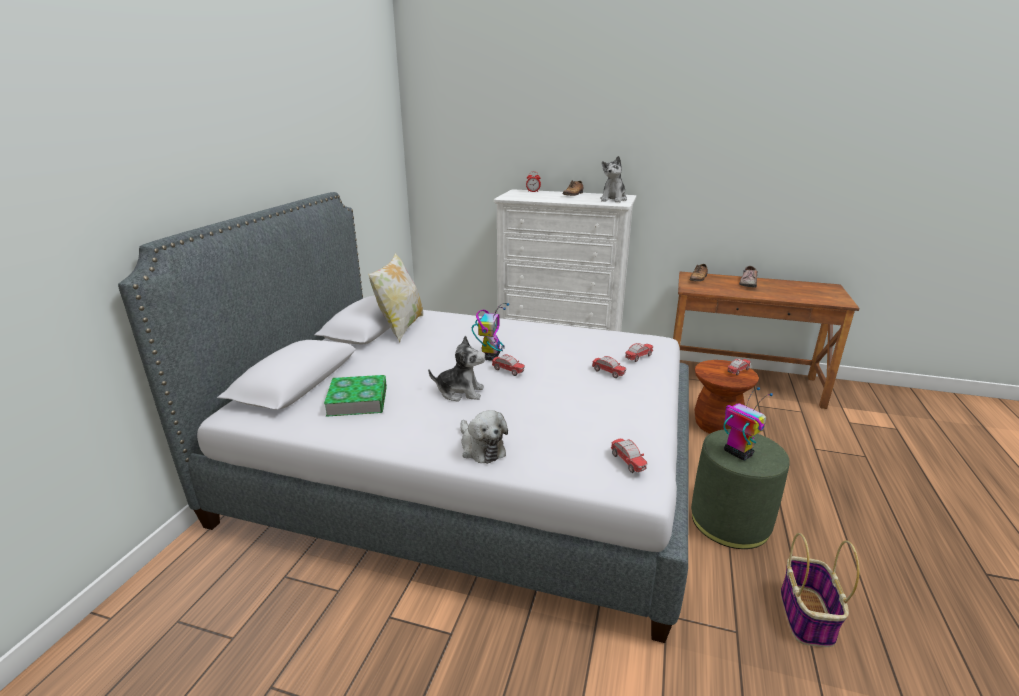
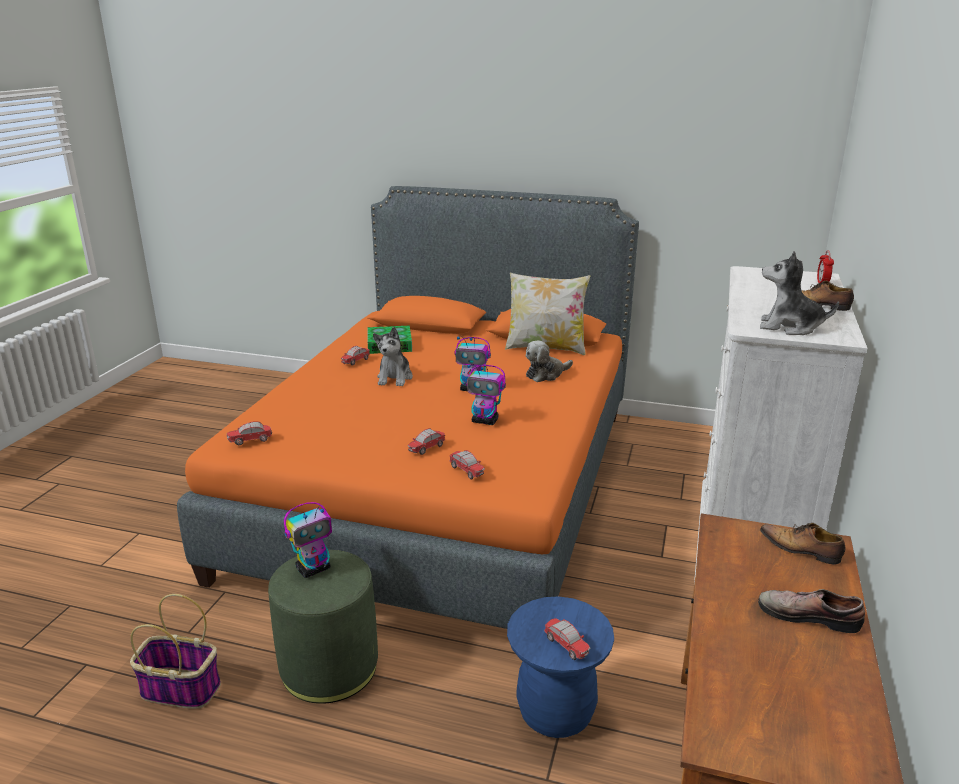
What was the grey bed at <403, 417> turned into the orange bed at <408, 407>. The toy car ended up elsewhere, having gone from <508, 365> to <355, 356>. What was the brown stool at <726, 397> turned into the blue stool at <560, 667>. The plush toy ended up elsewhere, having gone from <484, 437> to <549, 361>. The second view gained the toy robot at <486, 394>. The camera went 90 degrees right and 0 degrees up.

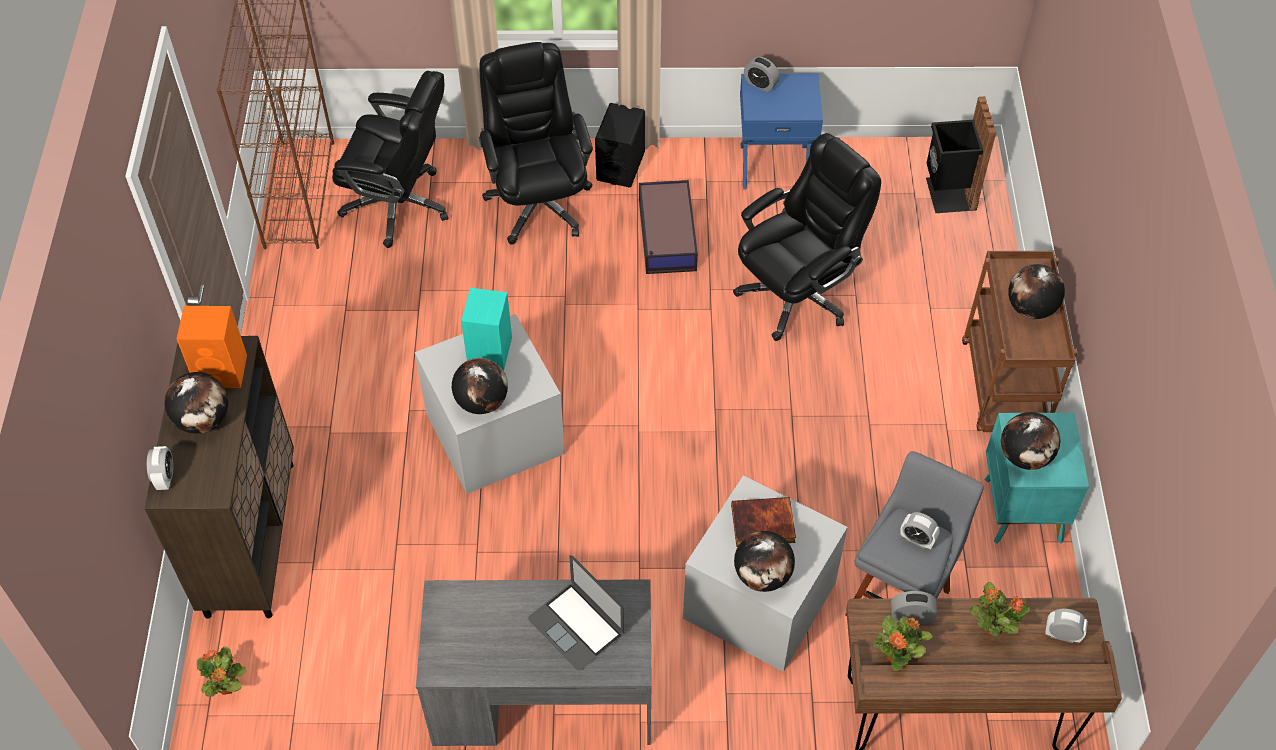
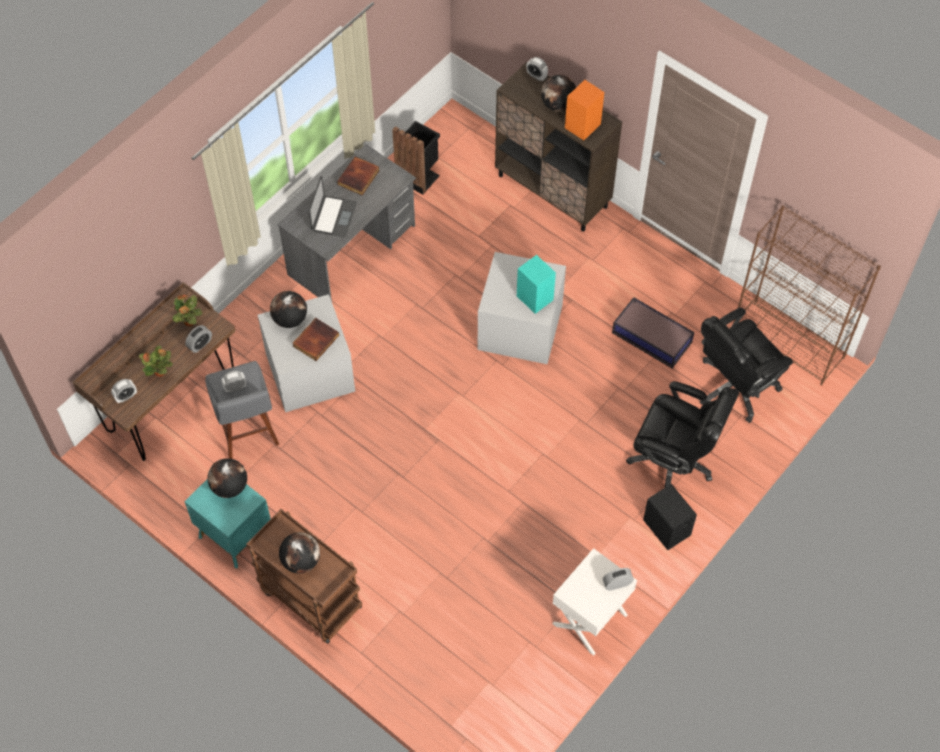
What was the blue nightstand at <781, 132> turned into the white nightstand at <594, 602>. The black trash can ended up elsewhere, having gone from <961, 155> to <416, 158>. The second view lost the black office chair at <807, 237>. The storage box ended up elsewhere, having gone from <668, 227> to <653, 332>. The second view lost the globe at <480, 386>. The laptop at <576, 613> ended up facing another way, 105 degrees clockwise from before. The second view lost the potted plant at <222, 671>. The second view gained the book at <358, 176>. The camera went 130 degrees right and 5 degrees up.

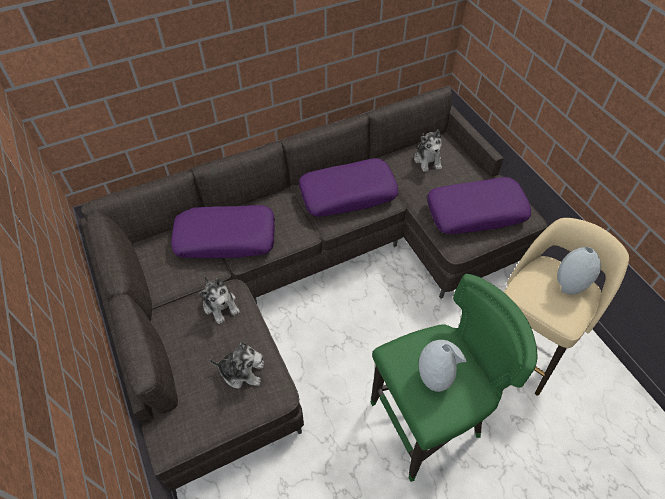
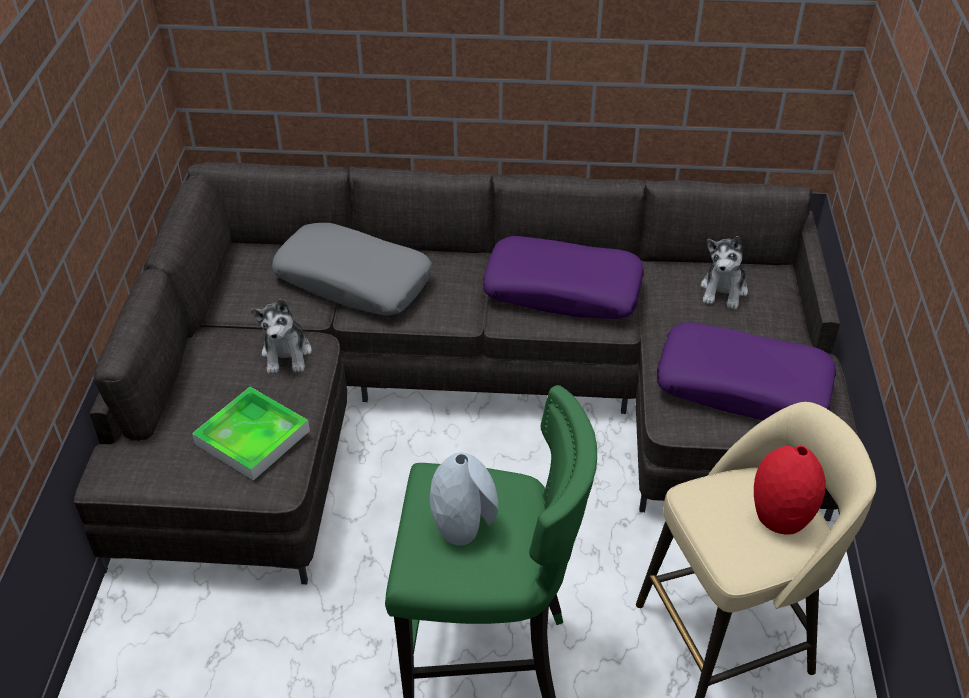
What was the purple pillow at <223, 231> turned into the grey pillow at <352, 269>. What was the grey vase at <579, 271> turned into the red vase at <790, 490>. Where the plush toy stood at <236, 365>, the tray came to stand at <251, 434>. The camera went 30 degrees right and 10 degrees down.

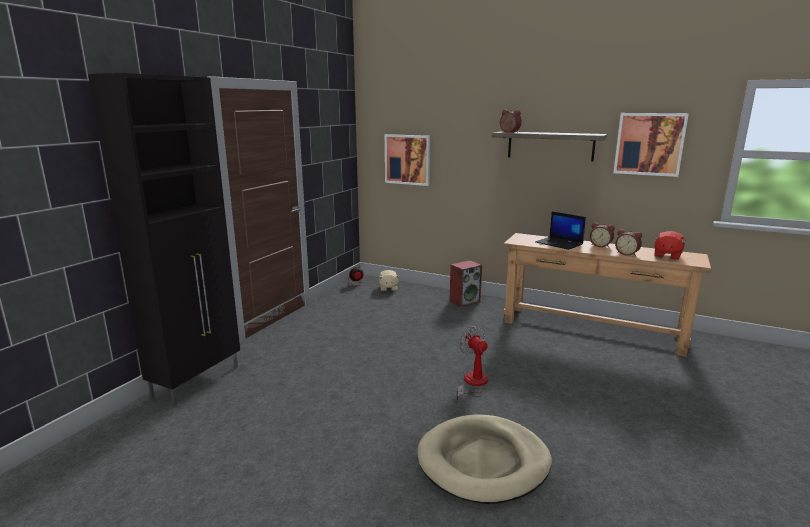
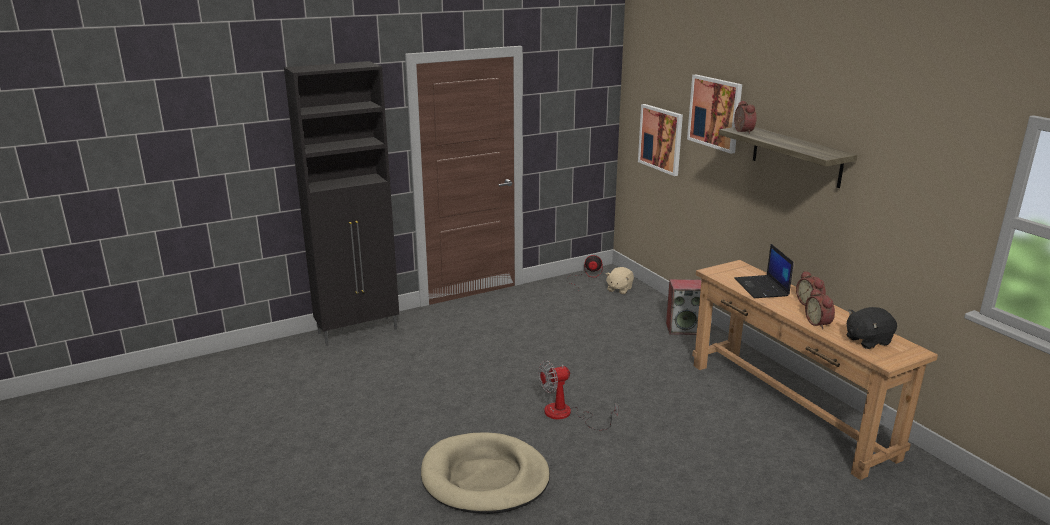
The picture ended up elsewhere, having gone from <651, 145> to <714, 114>. What was the red plush toy at <670, 245> turned into the black plush toy at <871, 328>. The fan at <471, 365> ended up facing another way, 120 degrees counterclockwise from before. The camera went 35 degrees right and 5 degrees up.

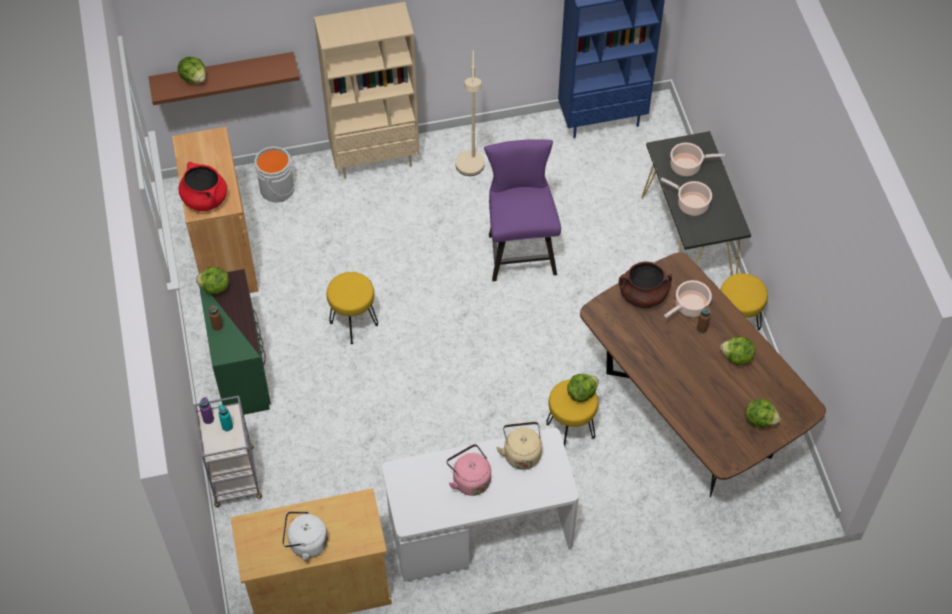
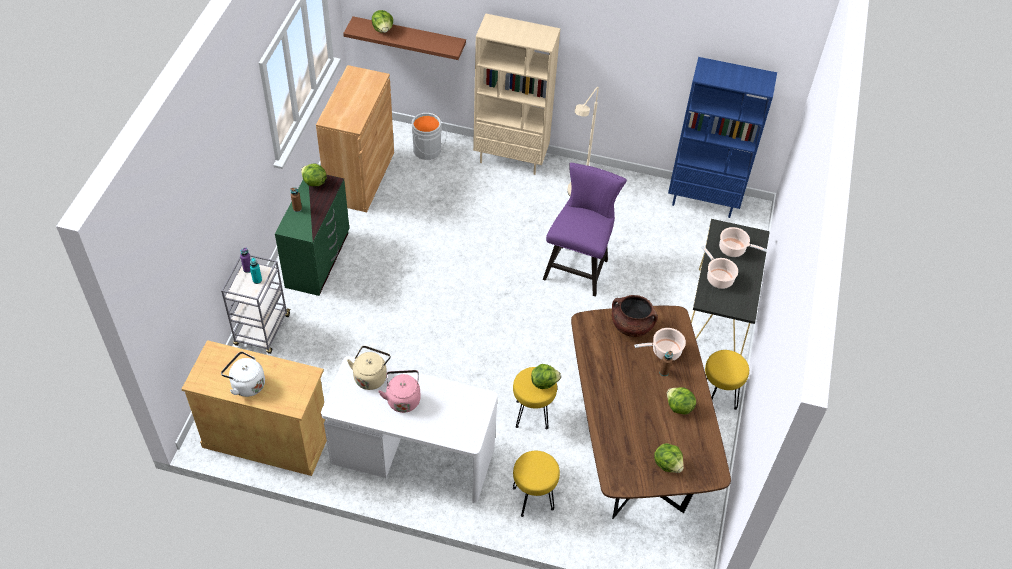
The second view lost the red cooking pot at <202, 186>. The yellow stool ended up elsewhere, having gone from <352, 308> to <536, 484>. The beige kettle ended up elsewhere, having gone from <519, 446> to <369, 368>. The camera went 25 degrees right and 5 degrees down.

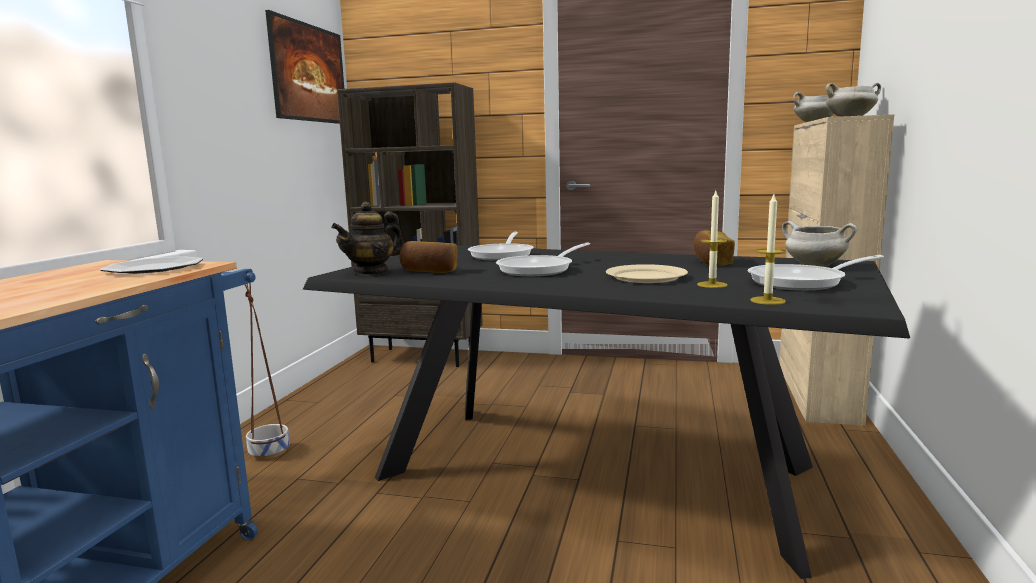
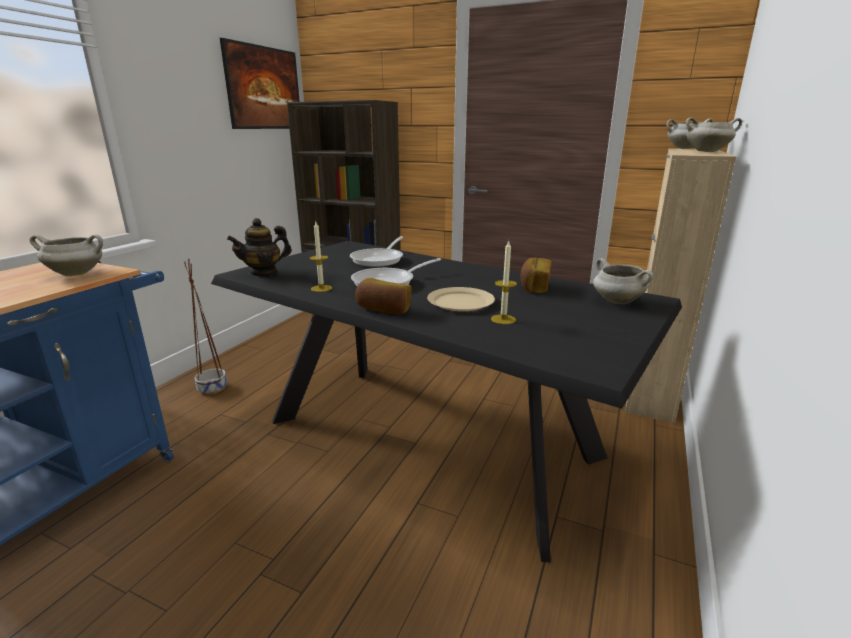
The candle ended up elsewhere, having gone from <768, 249> to <321, 257>. The bread ended up elsewhere, having gone from <428, 257> to <383, 296>. The second view lost the frying pan at <816, 272>. Where the plate stood at <151, 265>, the white cooking pot came to stand at <66, 255>. The camera went 10 degrees right and 10 degrees up.

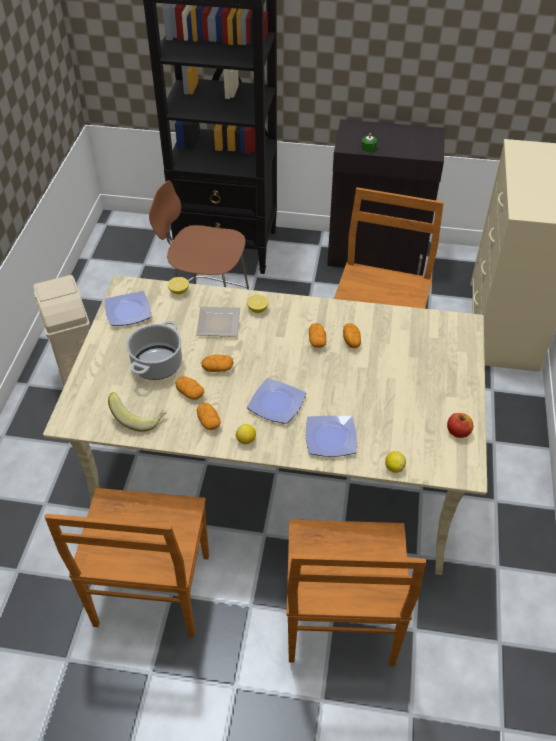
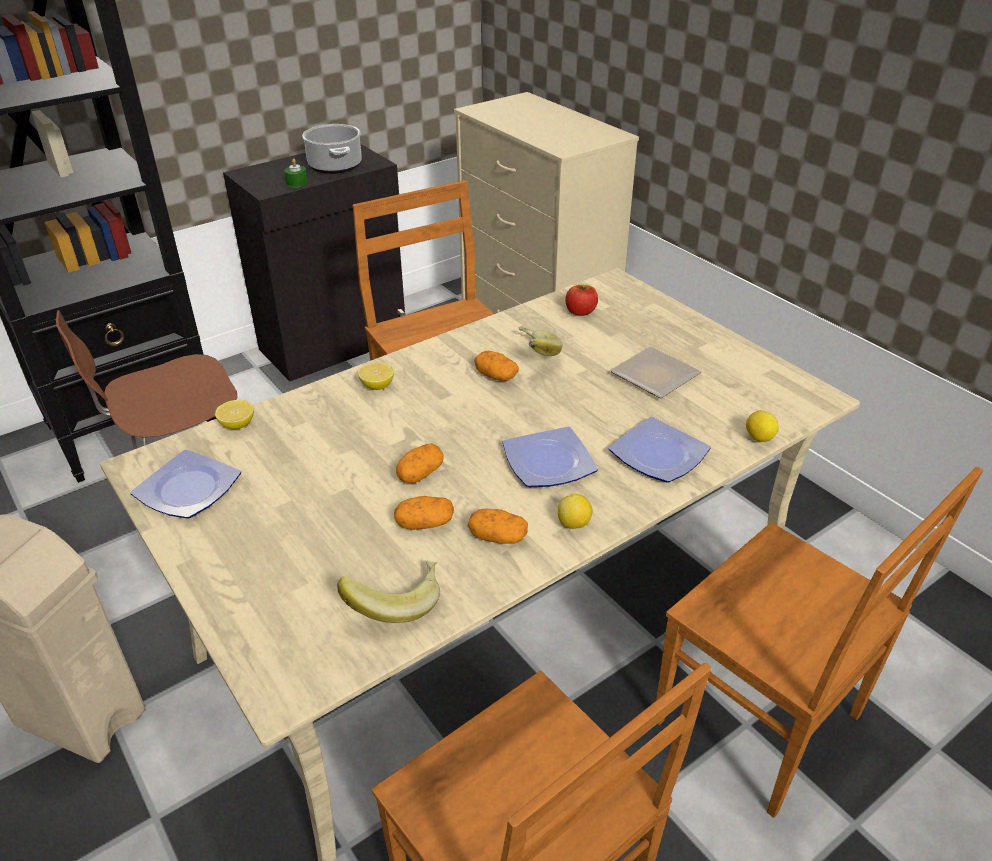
The plate ended up elsewhere, having gone from <218, 322> to <655, 372>. The cooking pot ended up elsewhere, having gone from <154, 350> to <332, 149>. Where the potato stood at <352, 335>, the banana came to stand at <540, 340>. The apple ended up elsewhere, having gone from <460, 425> to <581, 300>. The camera went 45 degrees left and 10 degrees down.

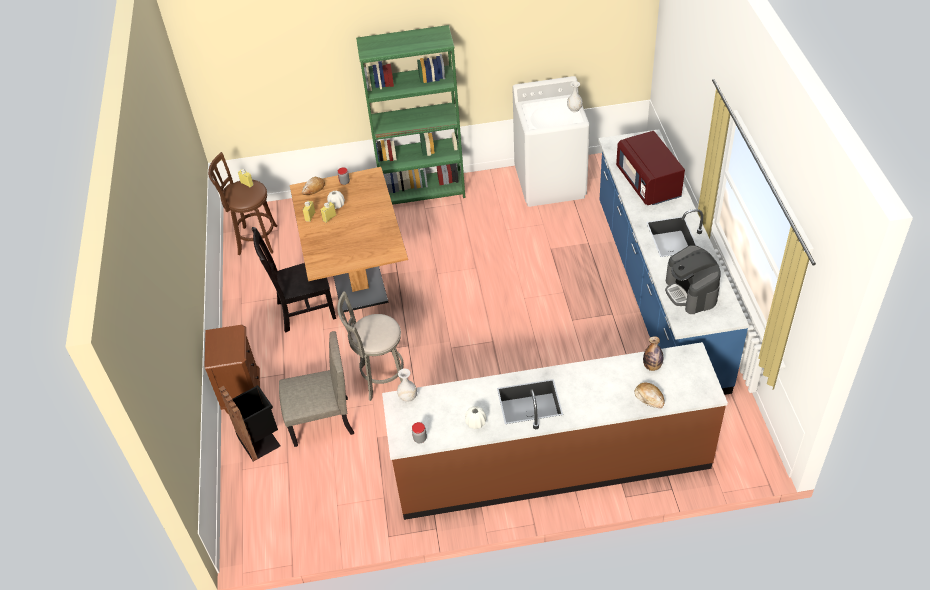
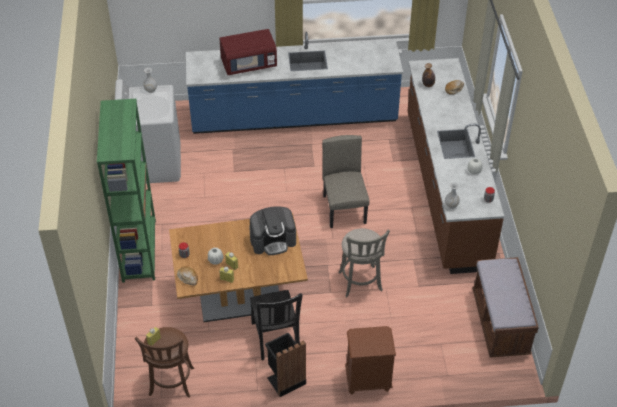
The coffee machine ended up elsewhere, having gone from <693, 279> to <272, 230>. The beige chair ended up elsewhere, having gone from <316, 389> to <346, 181>. The black trash can ended up elsewhere, having gone from <249, 423> to <285, 364>. The second view gained the brown bench at <505, 307>. The camera went 90 degrees left and 0 degrees up.

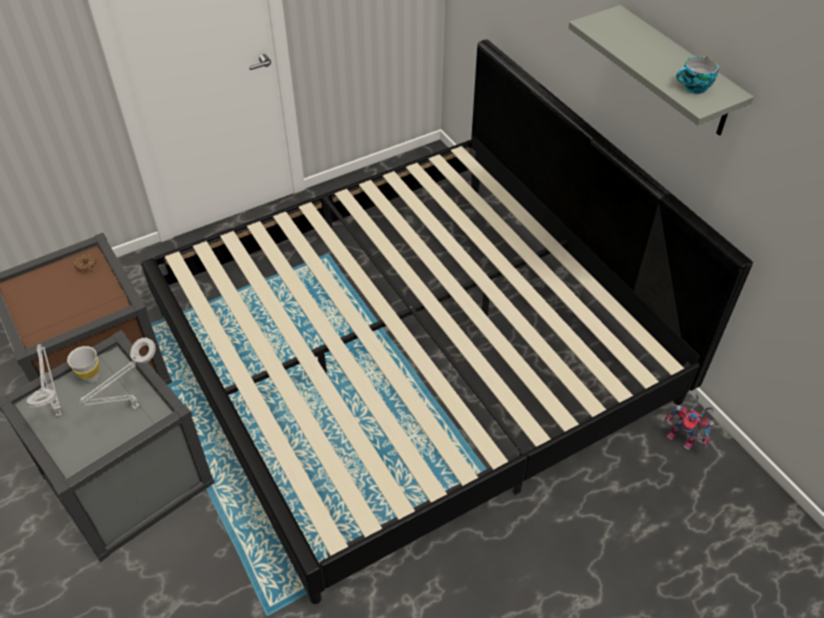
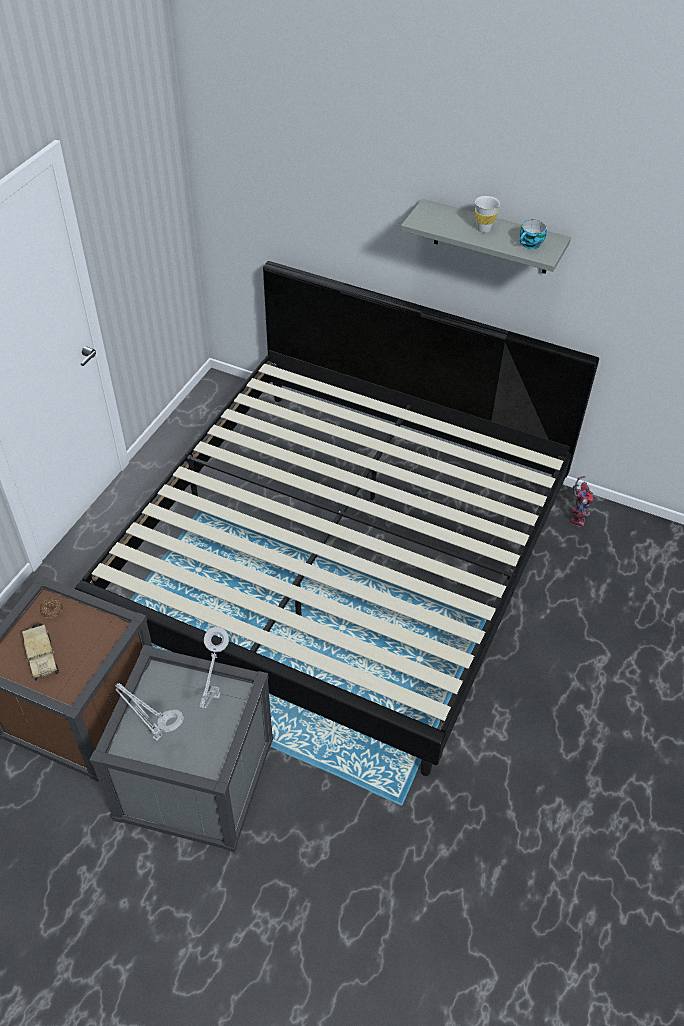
The white cup ended up elsewhere, having gone from <83, 365> to <487, 214>. The toy robot at <688, 422> ended up facing another way, 75 degrees counterclockwise from before. The second view gained the toy truck at <40, 652>. The camera went 35 degrees left and 0 degrees up.

